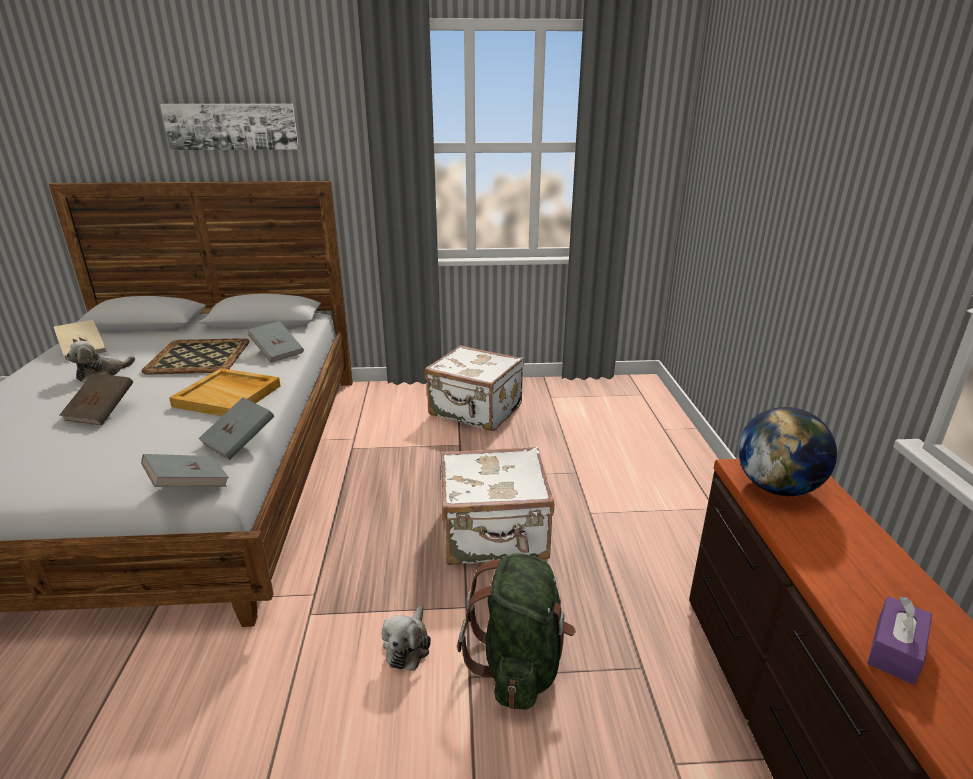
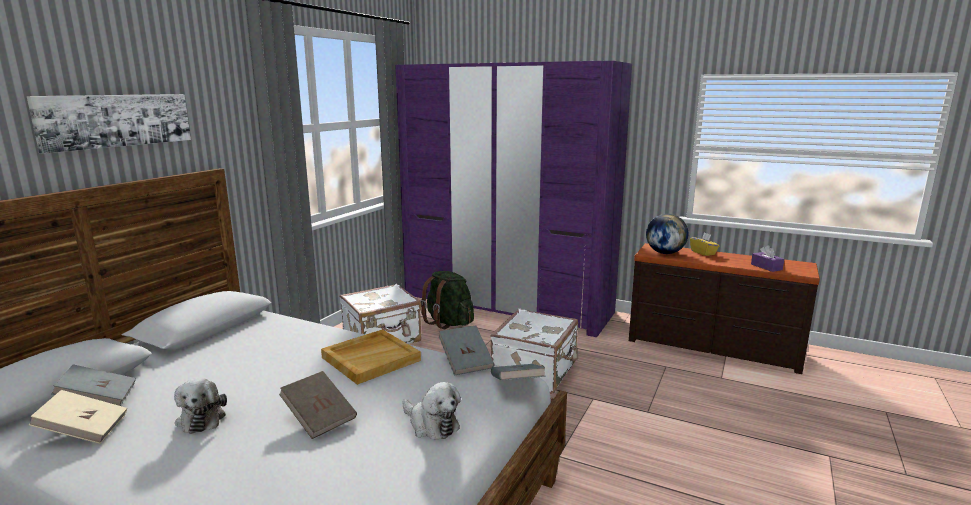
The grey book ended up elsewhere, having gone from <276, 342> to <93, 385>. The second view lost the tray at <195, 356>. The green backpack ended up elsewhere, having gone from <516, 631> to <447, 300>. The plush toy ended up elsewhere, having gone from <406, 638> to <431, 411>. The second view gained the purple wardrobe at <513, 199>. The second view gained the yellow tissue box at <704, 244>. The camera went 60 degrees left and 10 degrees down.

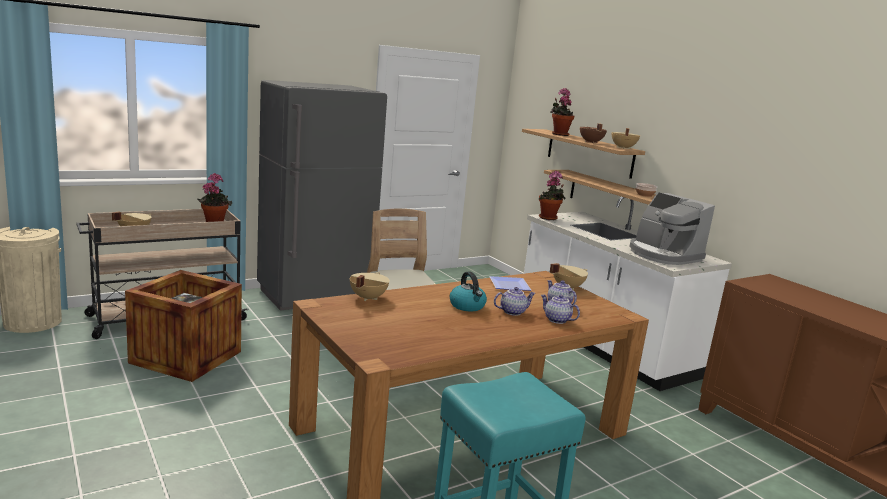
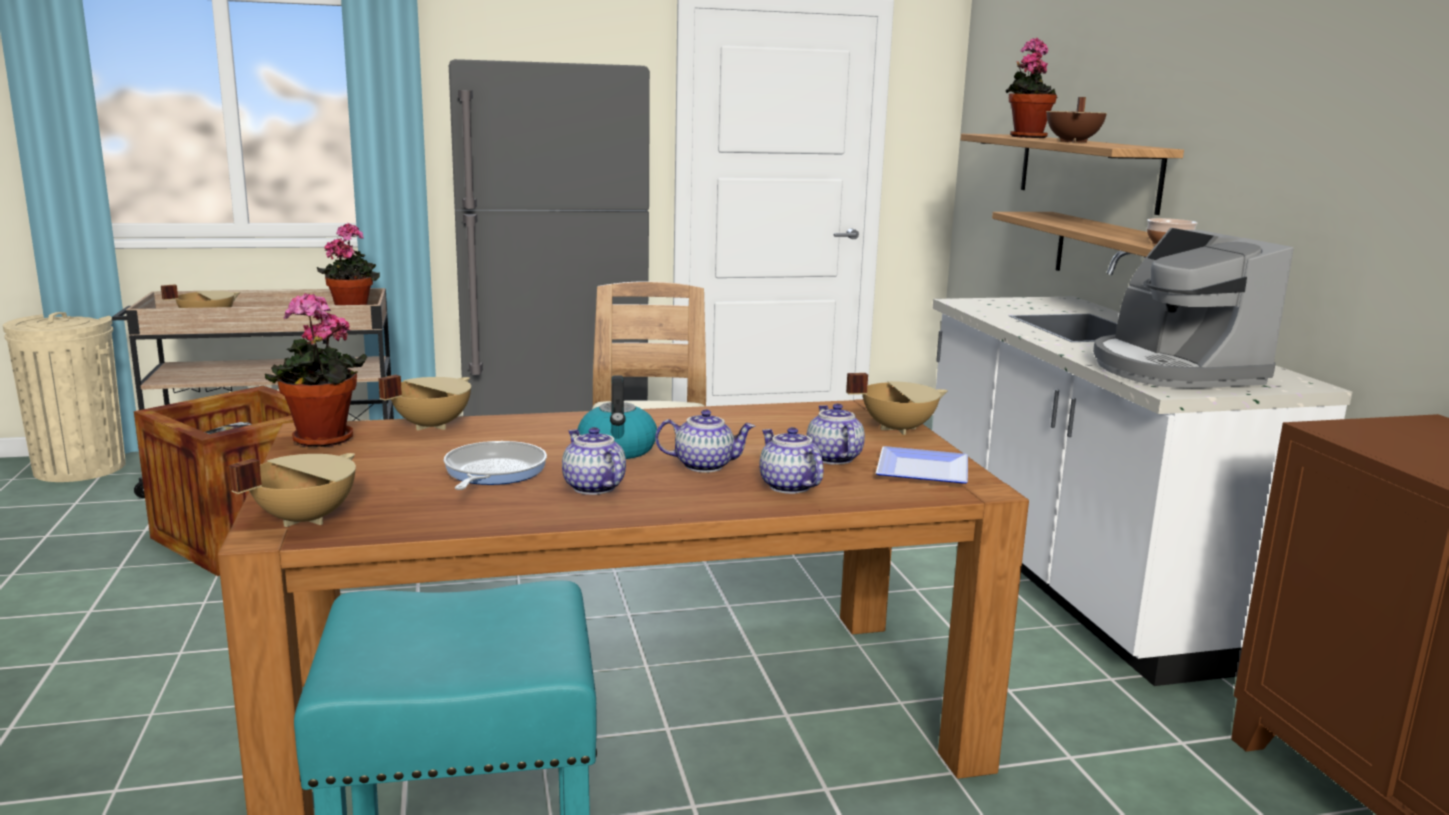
The beige cooking pot ended up elsewhere, having gone from <625, 138> to <292, 490>. The potted plant ended up elsewhere, having gone from <552, 195> to <316, 370>. The plate ended up elsewhere, having gone from <510, 283> to <922, 465>. The second view gained the teapot at <594, 461>. The second view gained the frying pan at <495, 465>. The camera went 20 degrees right and 0 degrees up.

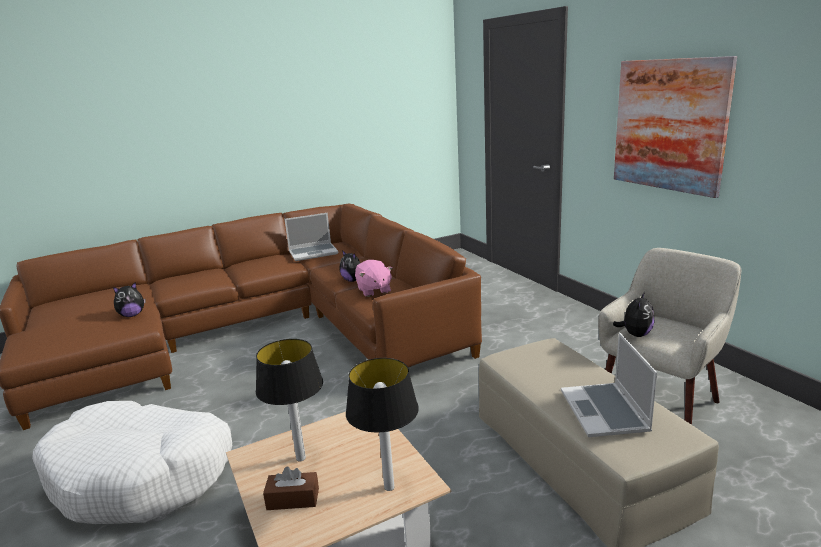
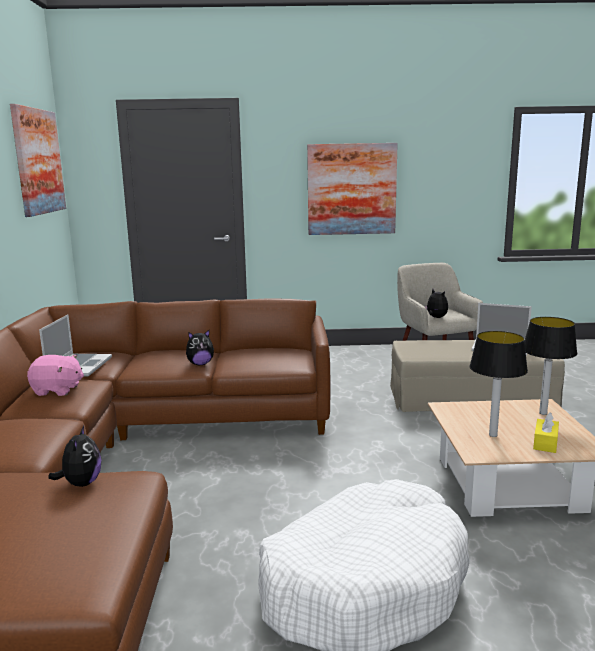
The pink plush toy ended up elsewhere, having gone from <374, 278> to <55, 375>. What was the brown tissue box at <291, 488> turned into the yellow tissue box at <546, 432>. The second view gained the picture at <38, 160>. The camera went 65 degrees left and 5 degrees down.

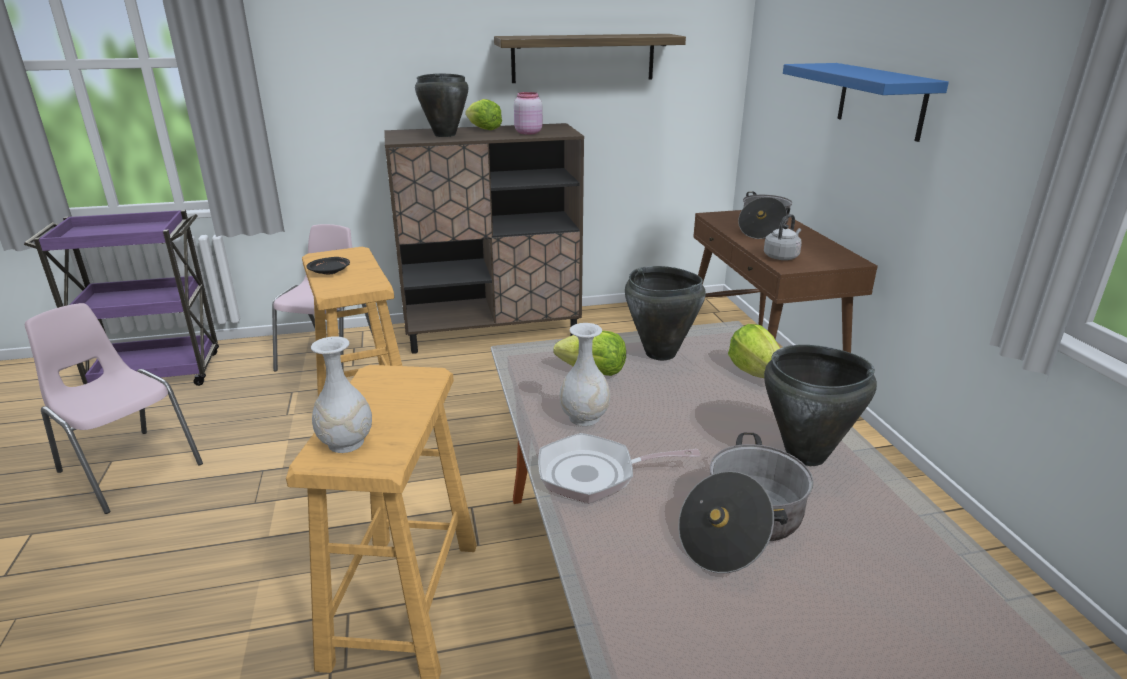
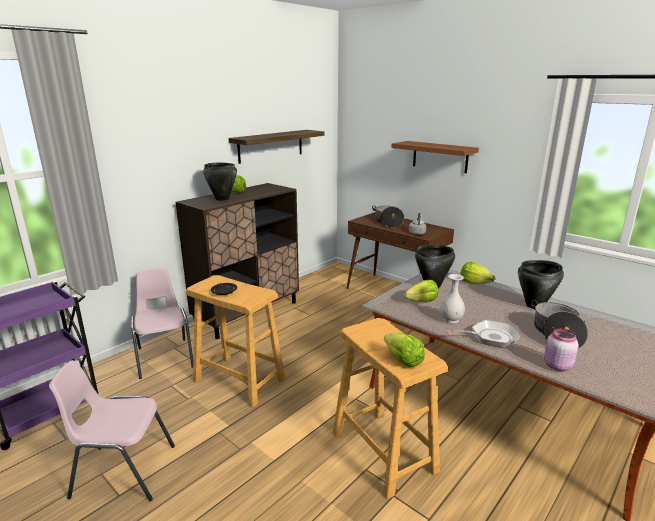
What was the blue shelf at <866, 102> turned into the brown shelf at <435, 157>. The pink jar ended up elsewhere, having gone from <528, 113> to <561, 350>. Where the white vase stood at <341, 394>, the lettuce came to stand at <404, 350>. The frying pan at <619, 468> ended up facing another way, 150 degrees counterclockwise from before. The camera went 35 degrees left and 5 degrees down.

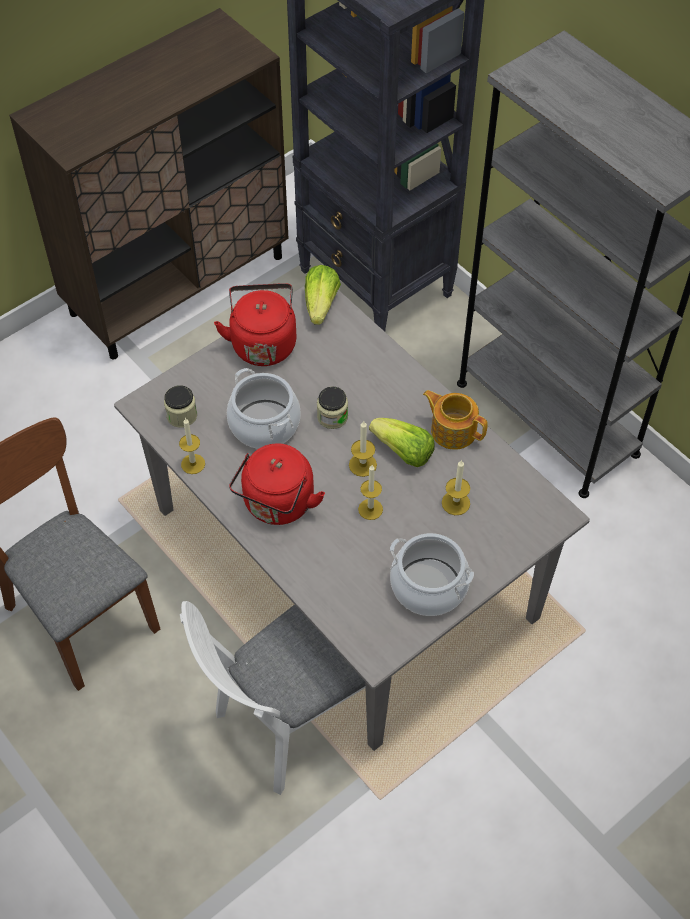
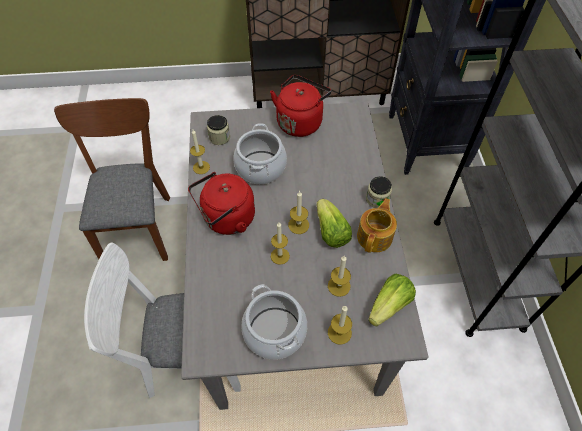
The lettuce ended up elsewhere, having gone from <323, 295> to <392, 300>. The jar ended up elsewhere, having gone from <332, 407> to <379, 192>. The teapot at <455, 420> ended up facing another way, 45 degrees clockwise from before. The second view gained the candle at <340, 325>. The camera went 35 degrees right and 0 degrees up.

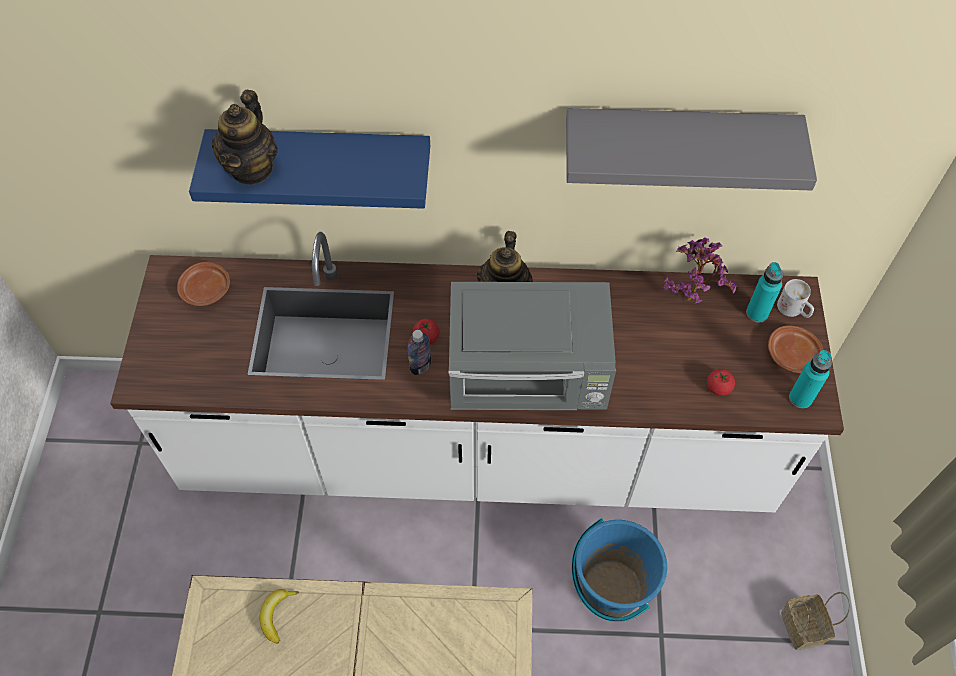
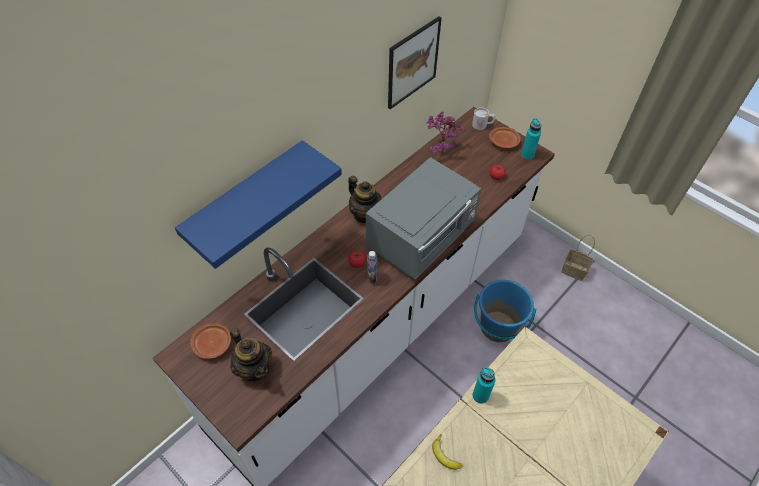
The teapot ended up elsewhere, having gone from <245, 137> to <251, 354>. Where the grey shelf hung at <691, 149>, the picture came to hang at <415, 62>. The turquoise bottle ended up elsewhere, having gone from <765, 292> to <484, 385>. The camera went 50 degrees left and 5 degrees down.

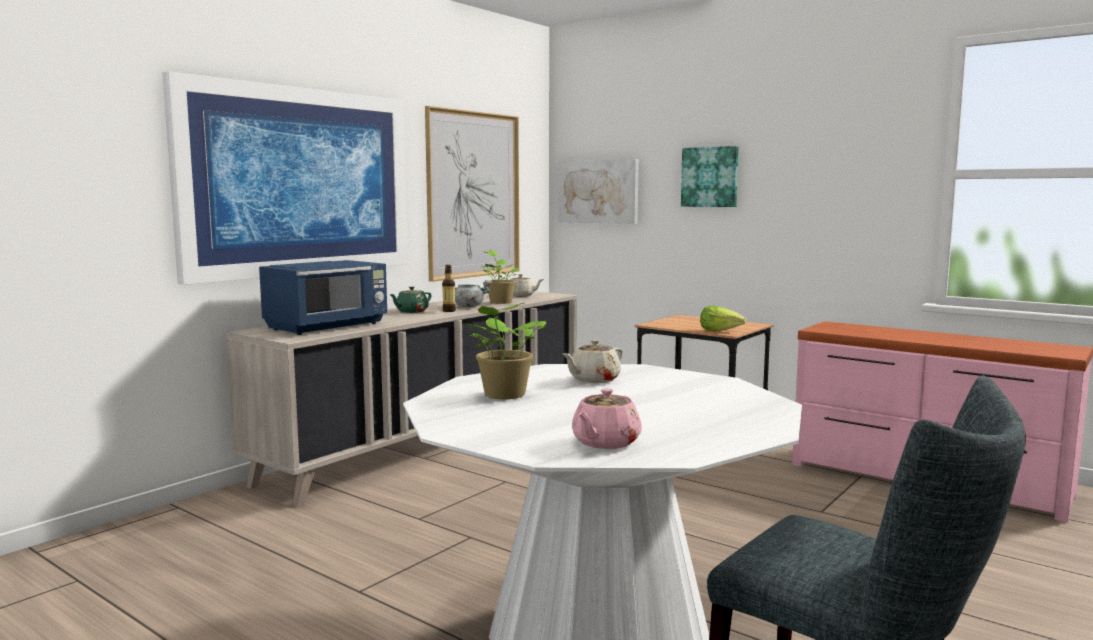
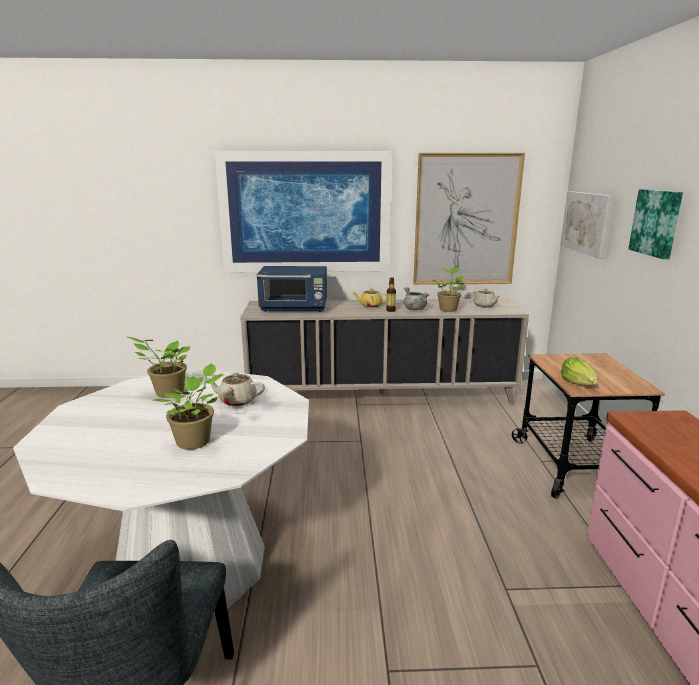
What was the green teapot at <410, 299> turned into the yellow teapot at <369, 298>. The second view lost the pink teapot at <607, 419>. The second view gained the potted plant at <188, 407>. The camera went 50 degrees right and 10 degrees up.

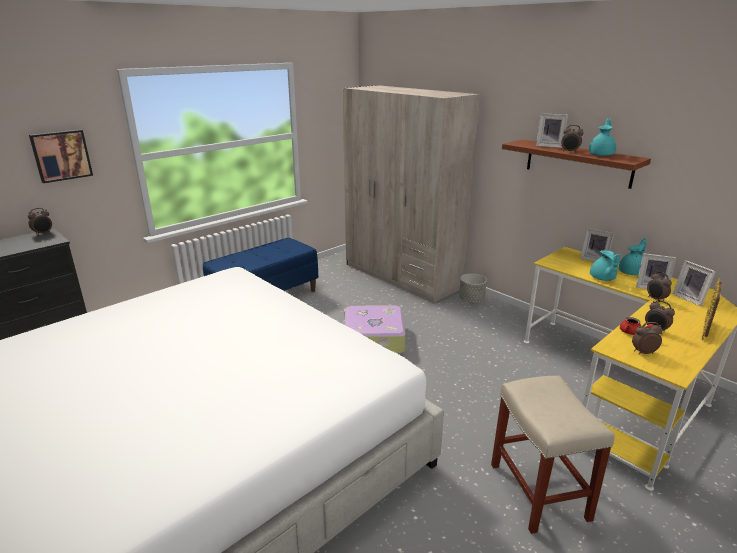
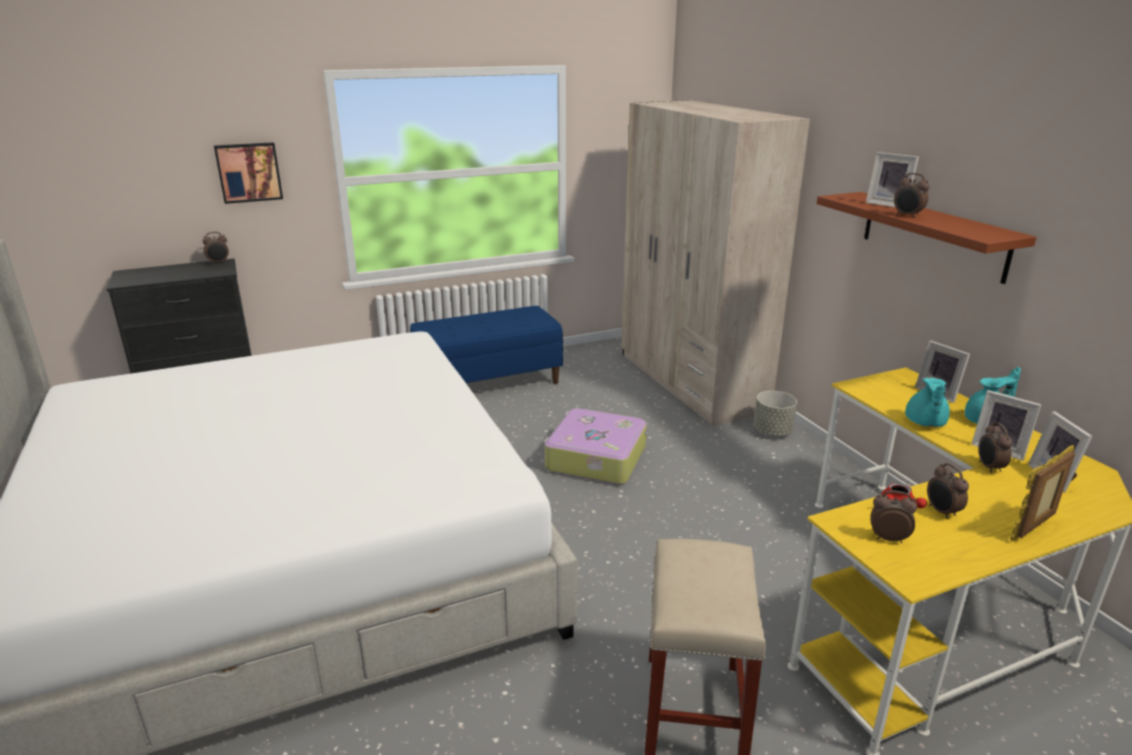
The second view lost the turquoise teapot at <602, 137>. The camera went 20 degrees right and 0 degrees up.

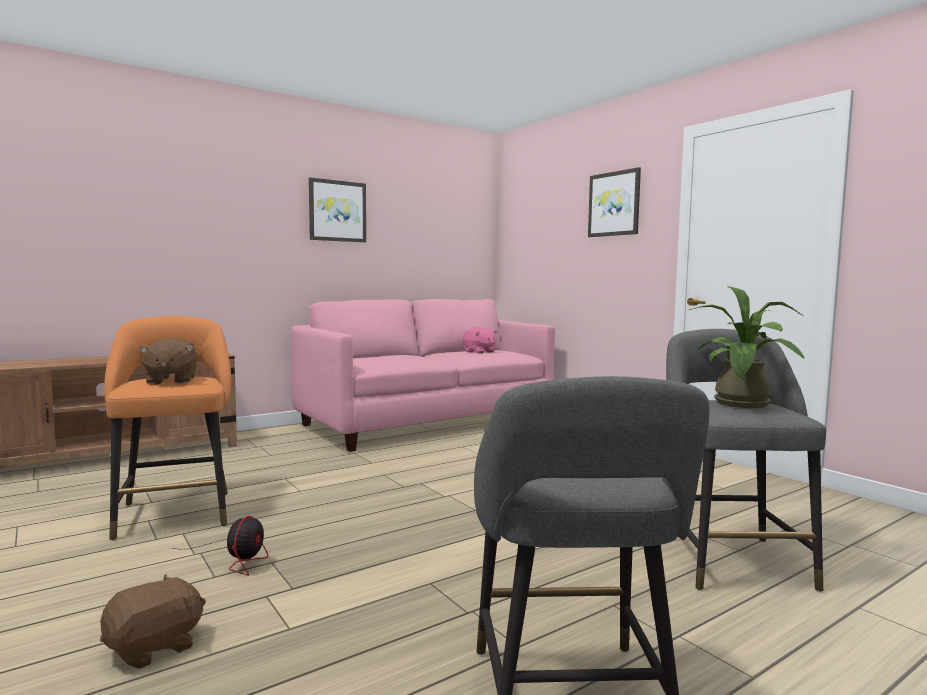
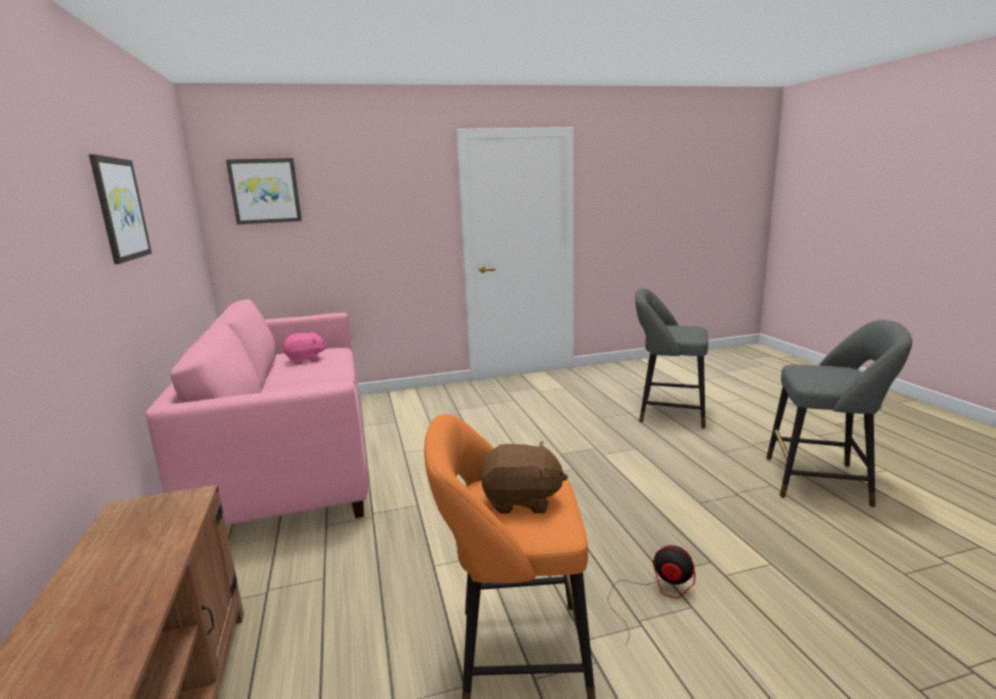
The picture ended up elsewhere, having gone from <614, 202> to <264, 191>. The second view lost the potted plant at <746, 347>. The second view lost the brown plush toy at <153, 621>. The camera went 70 degrees left and 10 degrees up.

